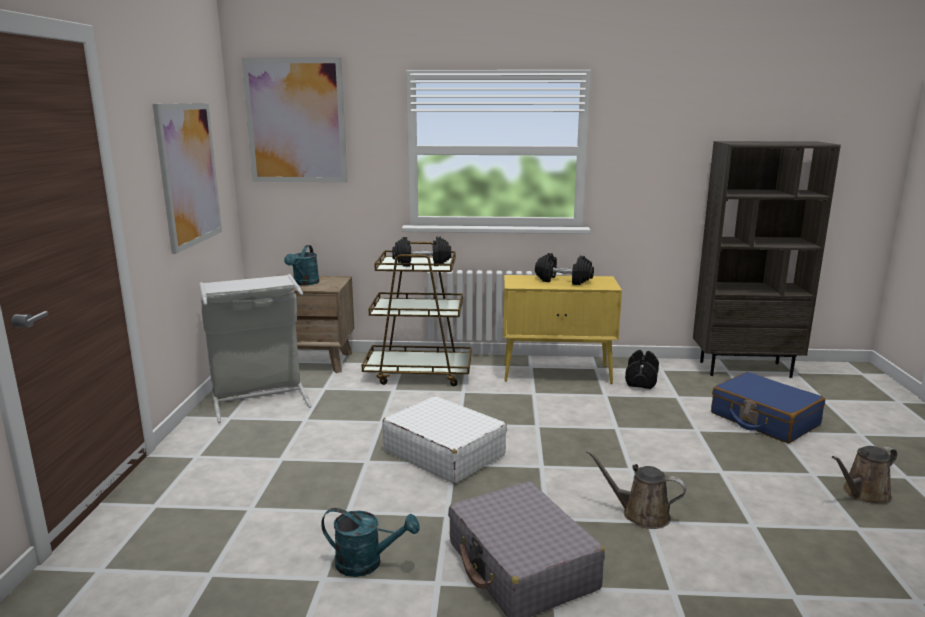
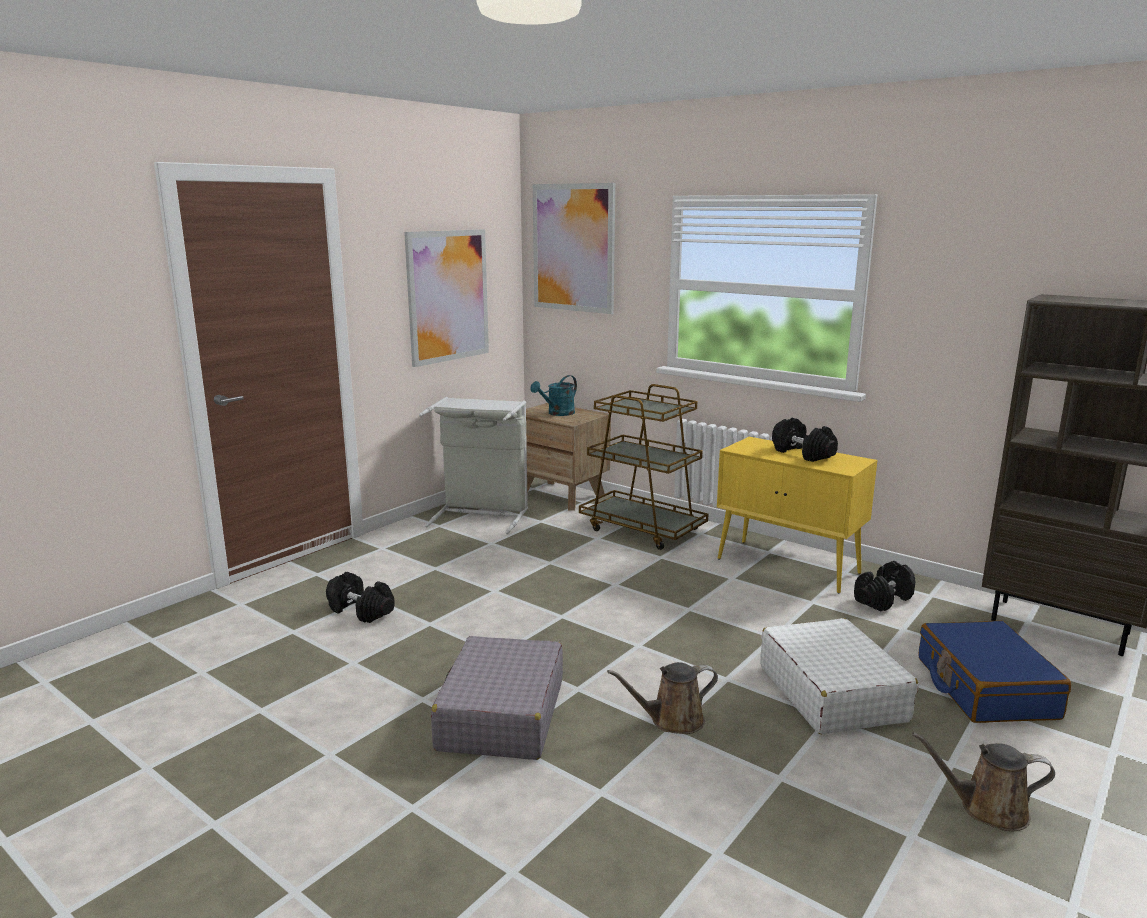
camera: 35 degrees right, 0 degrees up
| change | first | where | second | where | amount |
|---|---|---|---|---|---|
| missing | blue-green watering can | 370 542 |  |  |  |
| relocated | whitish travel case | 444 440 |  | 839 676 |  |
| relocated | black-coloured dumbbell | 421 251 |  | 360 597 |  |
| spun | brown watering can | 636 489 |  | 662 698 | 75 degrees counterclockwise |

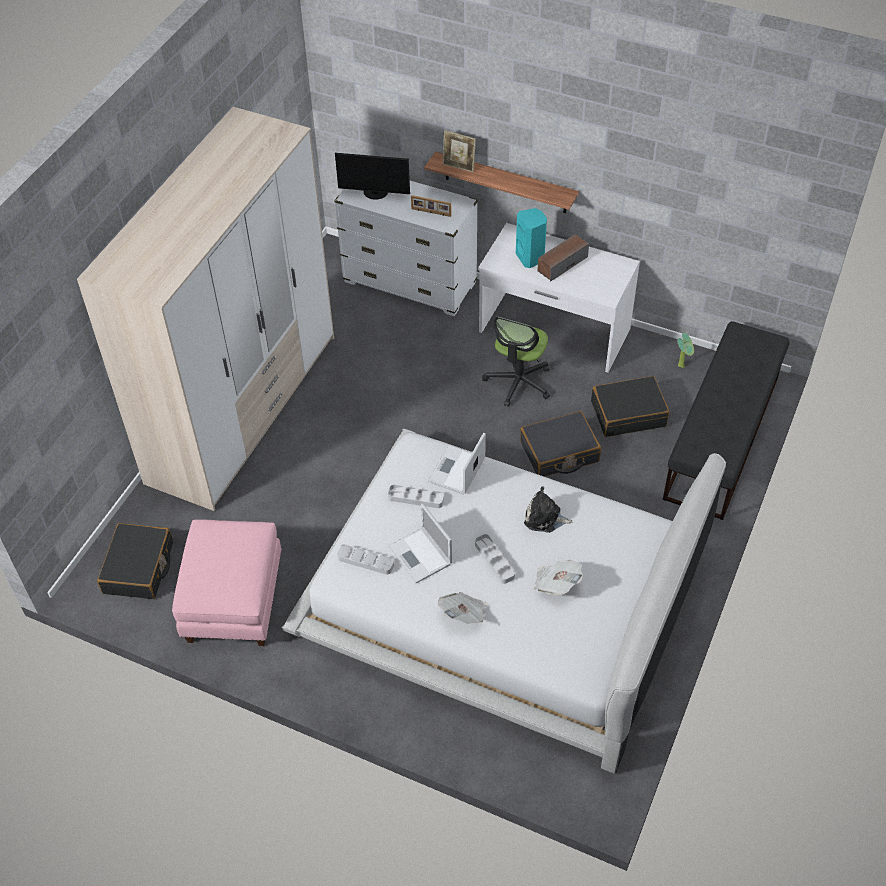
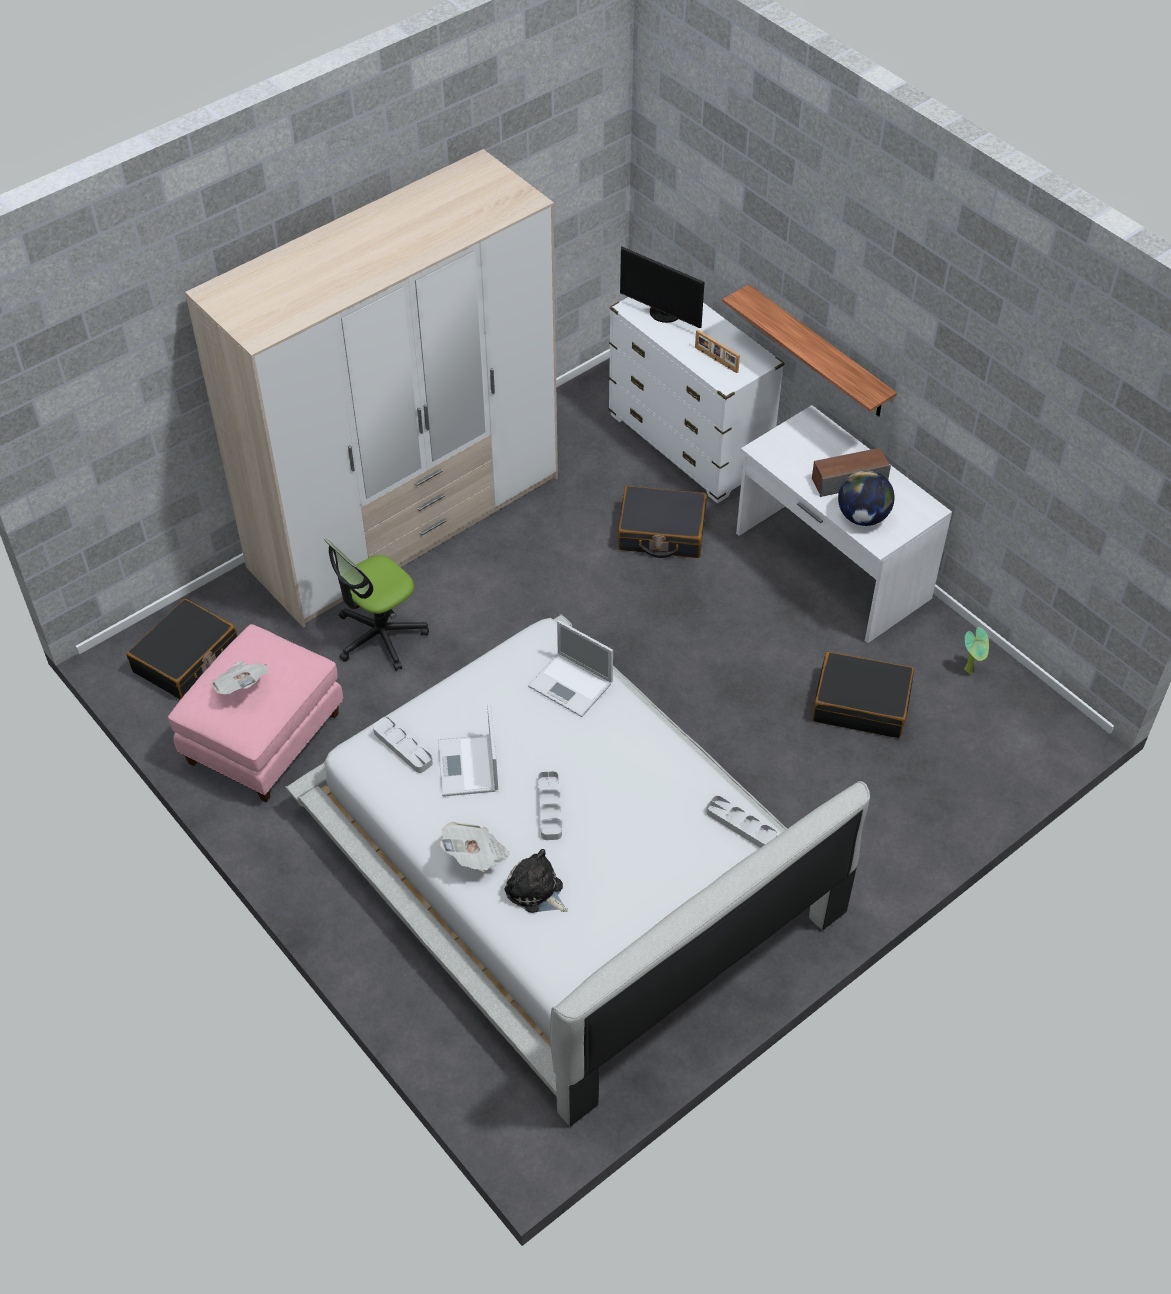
camera: 25 degrees right, 0 degrees up
| change | first | where | second | where | amount |
|---|---|---|---|---|---|
| missing | photo frame | 459 151 |  |  |  |
| missing | blue-green loudspeaker | 531 238 |  |  |  |
| missing | black-coloured long seat | 726 420 |  |  |  |
| appeared |  |  | globe | 866 498 |  |
| relocated | gray carrying tray | 416 496 |  | 741 822 |  |
| relocated | office chair | 516 362 |  | 376 605 |  |
| relocated | black-coloured travel case | 560 444 |  | 662 522 |  |
| relocated | soft toy | 548 509 |  | 536 881 |  |
| relocated | printed paper | 558 578 |  | 239 677 |  |
| spun | notebook computer | 457 463 |  | 570 668 | 105 degrees counterclockwise |

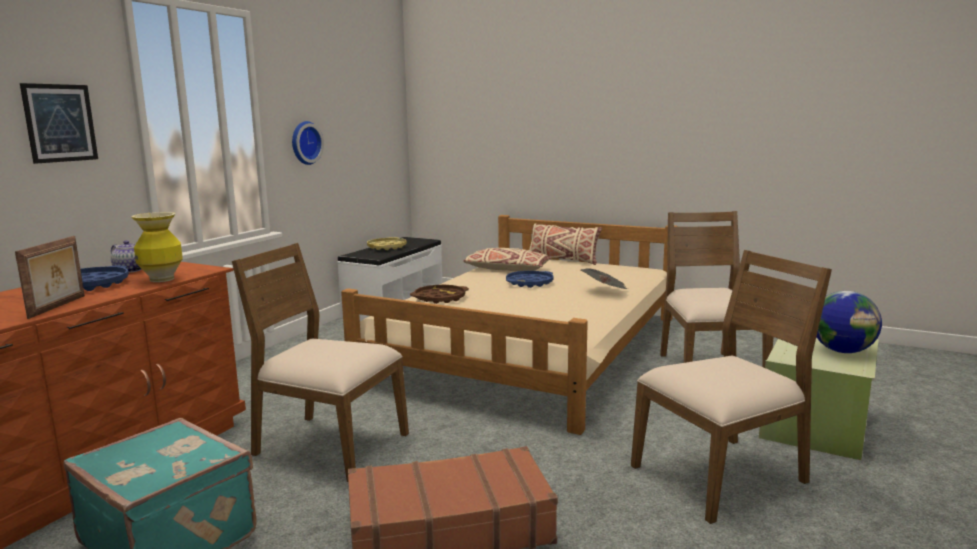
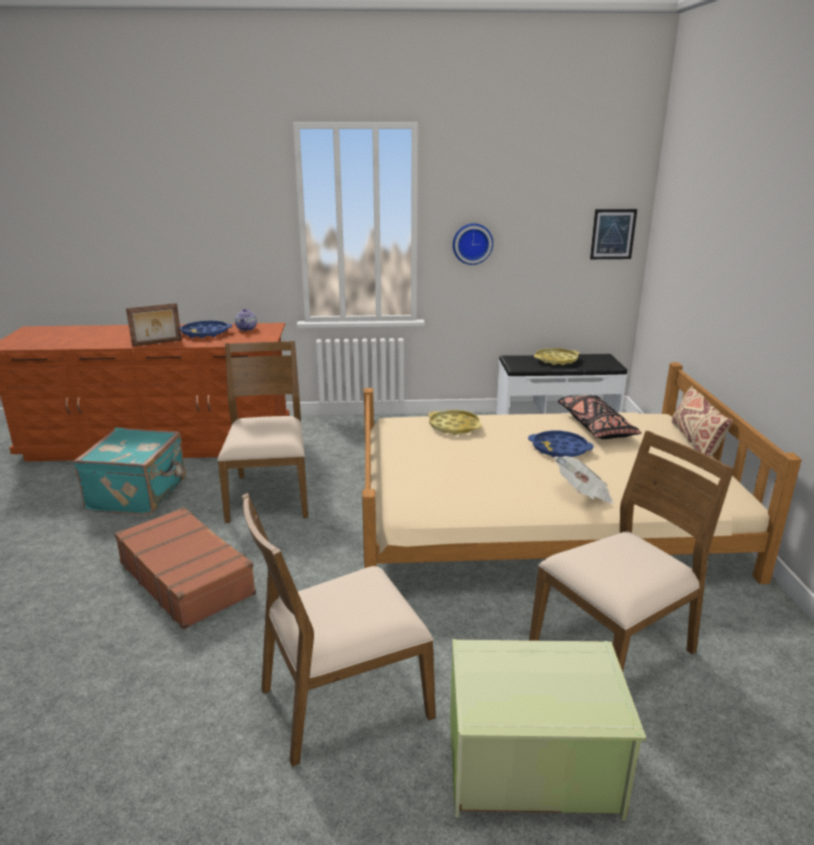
camera: 60 degrees right, 10 degrees up
| change | first | where | second | where | amount |
|---|---|---|---|---|---|
| missing | flower vase | 157 247 |  |  |  |
| missing | globe | 849 322 |  |  |  |
| relocated | wall picture | 59 123 |  | 613 234 |  |
| colour | brown carrying tray | 439 294 | yellowish carrying tray | 455 422 |  |
| colour | sand-coloured cushion | 507 259 | black-coloured cushion | 600 417 |  |
| spun | brown chair | 731 387 |  | 339 630 | 120 degrees clockwise |

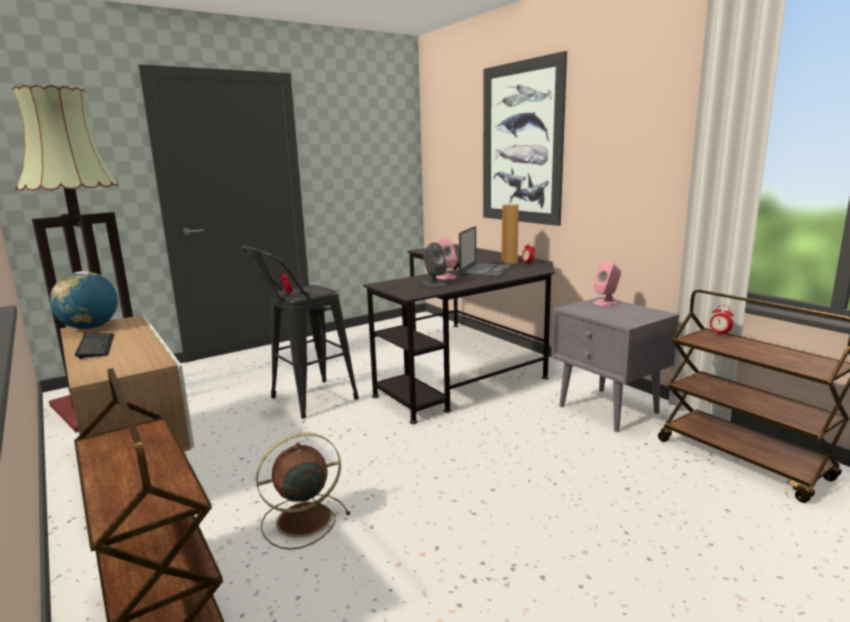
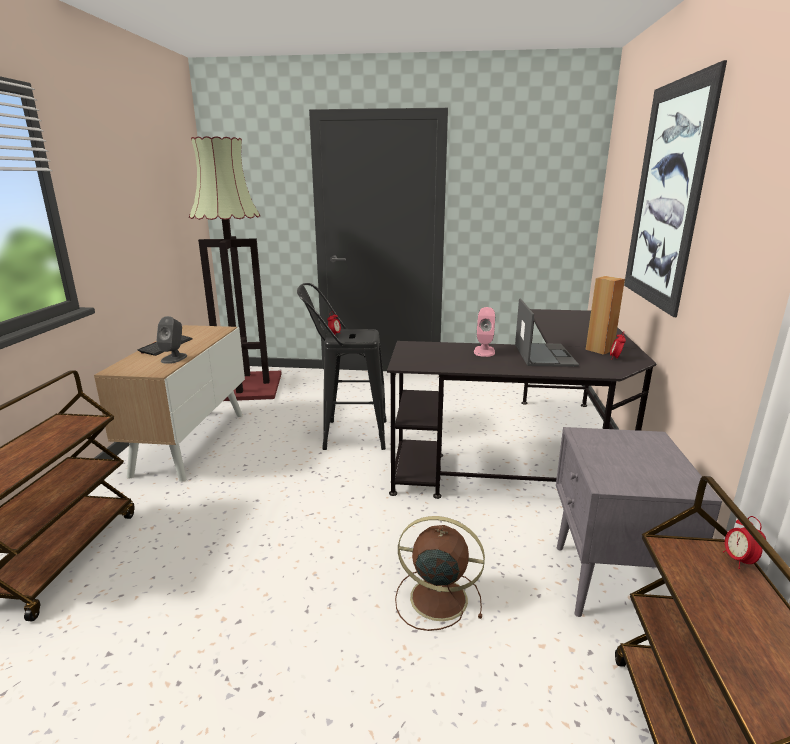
camera: 40 degrees right, 5 degrees up
| change | first | where | second | where | amount |
|---|---|---|---|---|---|
| missing | globe | 84 300 |  |  |  |
| missing | pink loudspeaker | 607 283 |  |  |  |
| relocated | brown fan | 303 491 |  | 440 573 |  |
| relocated | gray loudspeaker | 435 264 |  | 171 340 |  |
| spun | notebook computer | 485 251 |  | 547 333 | 60 degrees counterclockwise |

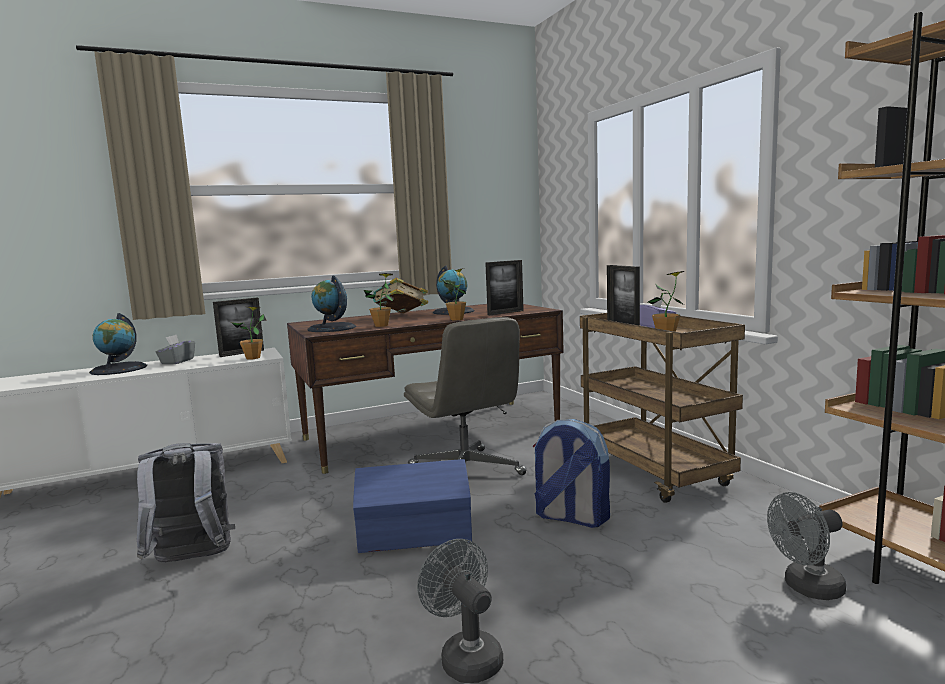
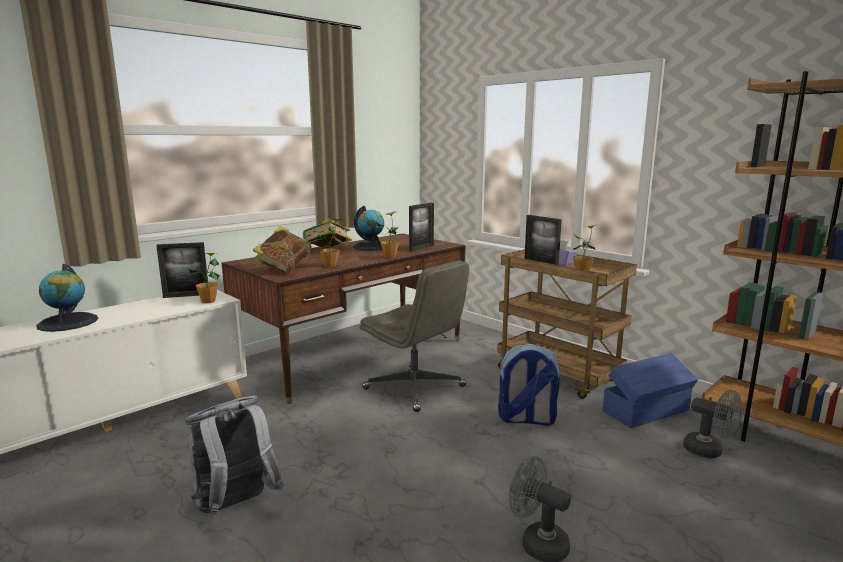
camera: 20 degrees left, 5 degrees up
| change | first | where | second | where | amount |
|---|---|---|---|---|---|
| missing | gray tissue box | 175 349 |  |  |  |
| relocated | bluish storage bin | 412 506 |  | 650 390 |  |
| exchanged | globe | 332 303 | volume | 282 250 |  |
| spun | photo frame | 238 327 |  | 182 270 | 45 degrees clockwise |
| spun | gray fan | 806 546 |  | 712 424 | 105 degrees counterclockwise |

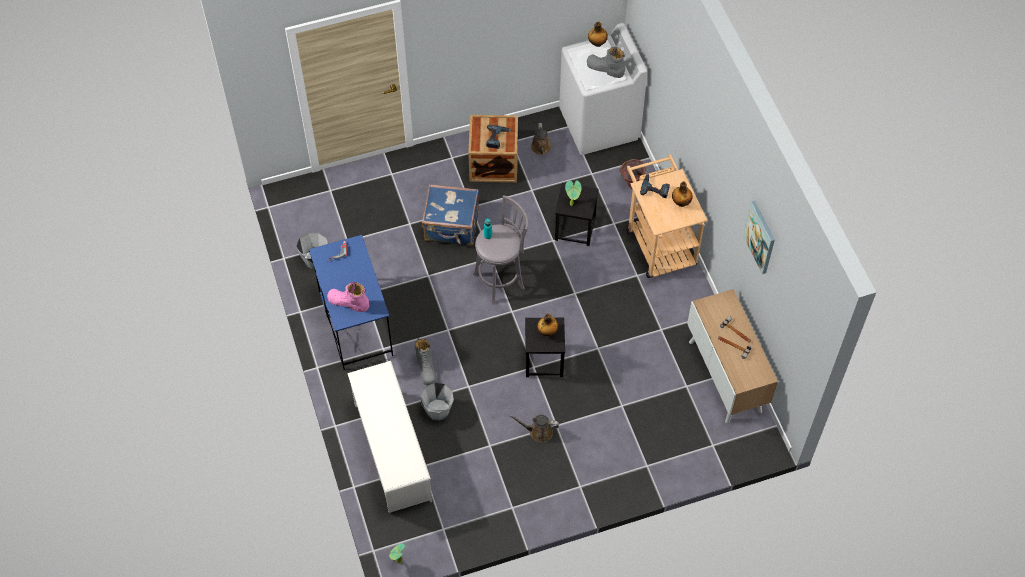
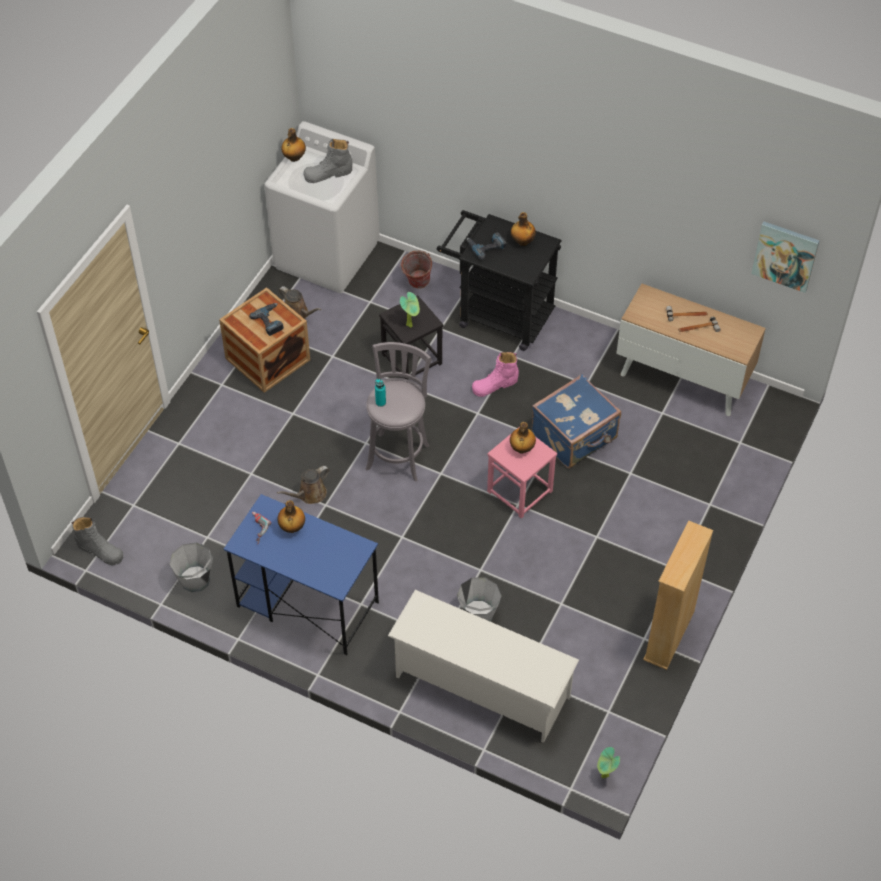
camera: 45 degrees left, 5 degrees down
| change | first | where | second | where | amount |
|---|---|---|---|---|---|
| appeared |  |  | bottle | 291 516 |  |
| appeared |  |  | sand-coloured bookshelf | 678 595 |  |
| relocated | pink tall boot | 348 297 |  | 495 374 |  |
| relocated | gray tall boot | 425 362 |  | 97 541 |  |
| relocated | bluish travel case | 450 215 |  | 576 421 |  |
| relocated | brown watering can | 534 428 |  | 303 485 |  |
| relocated | wall picture | 759 237 |  | 785 257 |  |
| colour | black-coloured sitting stool | 545 347 | pink sitting stool | 522 473 |  |
| colour | sand-coloured trolley | 667 216 | black-coloured trolley | 499 280 |  |

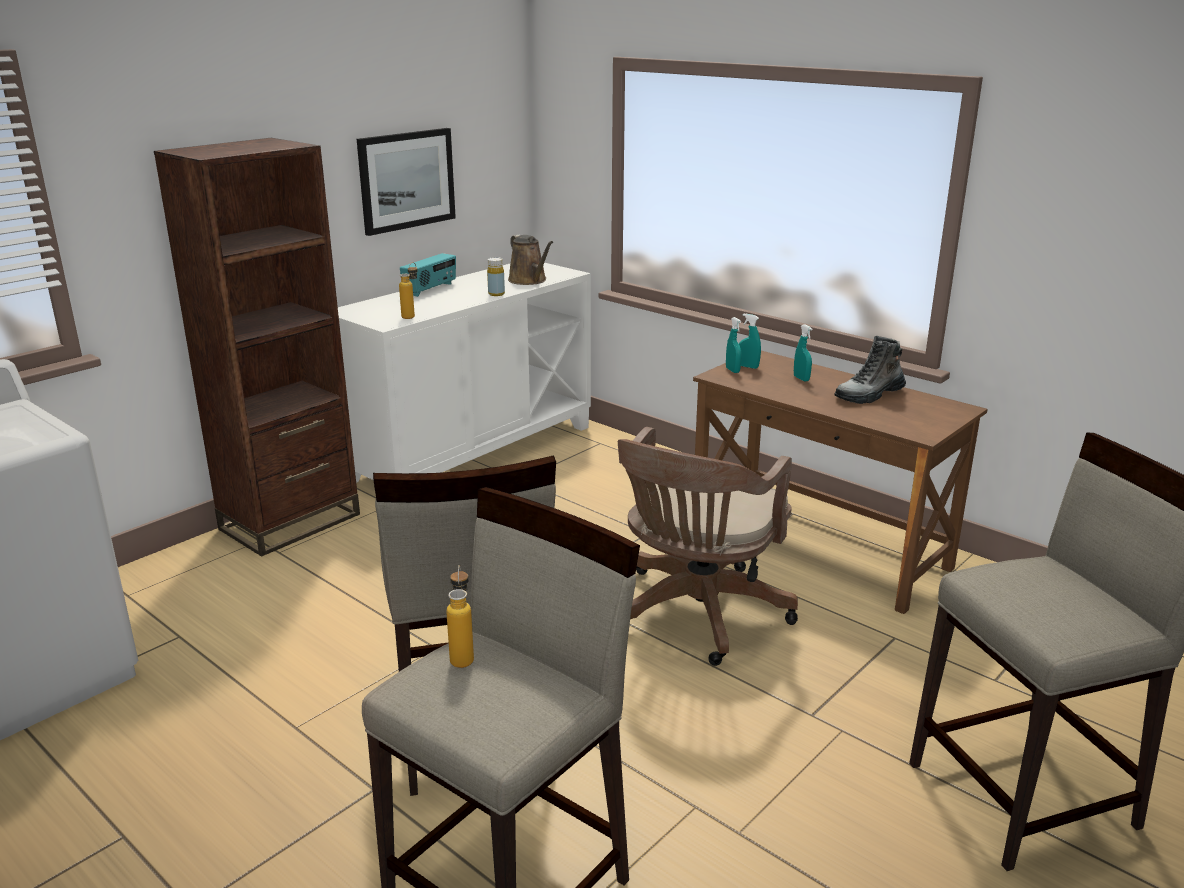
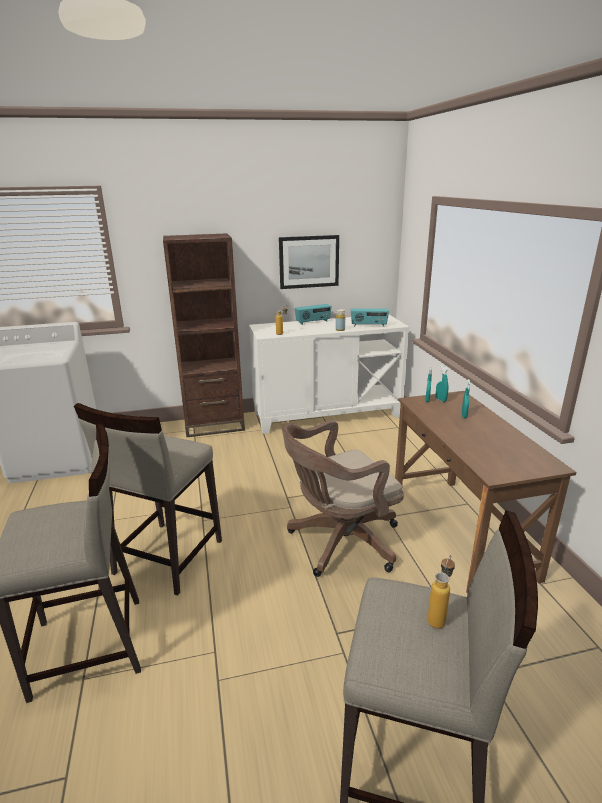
camera: 35 degrees right, 0 degrees up
| change | first | where | second | where | amount |
|---|---|---|---|---|---|
| missing | tall boot | 870 370 |  |  |  |
| relocated | bottle | 460 616 |  | 441 591 |  |
| exchanged | brown watering can | 530 259 | radio receiver | 370 317 |  |

